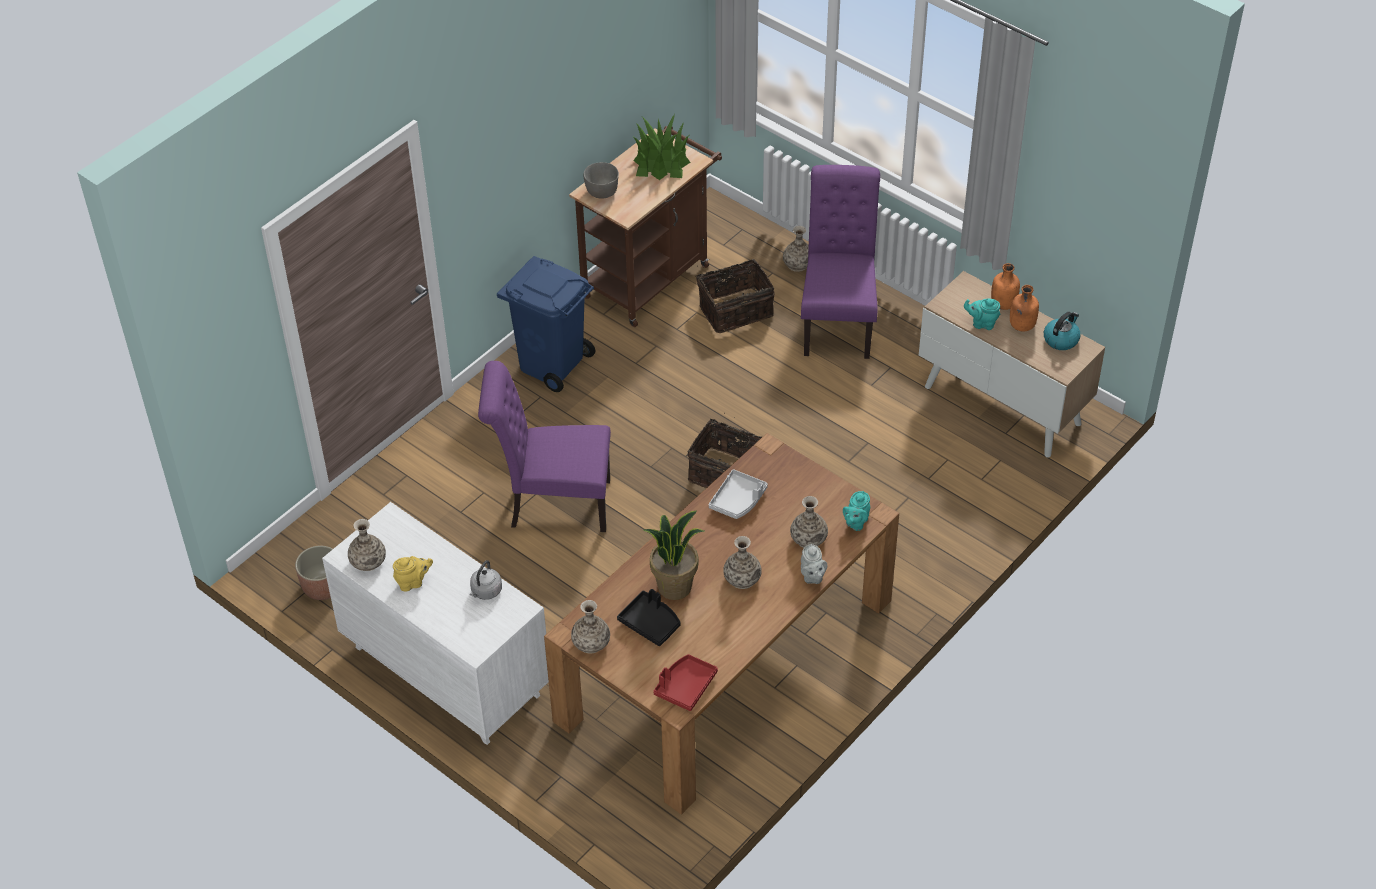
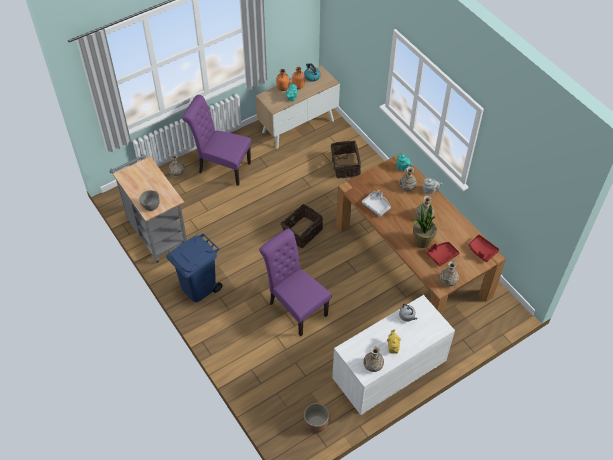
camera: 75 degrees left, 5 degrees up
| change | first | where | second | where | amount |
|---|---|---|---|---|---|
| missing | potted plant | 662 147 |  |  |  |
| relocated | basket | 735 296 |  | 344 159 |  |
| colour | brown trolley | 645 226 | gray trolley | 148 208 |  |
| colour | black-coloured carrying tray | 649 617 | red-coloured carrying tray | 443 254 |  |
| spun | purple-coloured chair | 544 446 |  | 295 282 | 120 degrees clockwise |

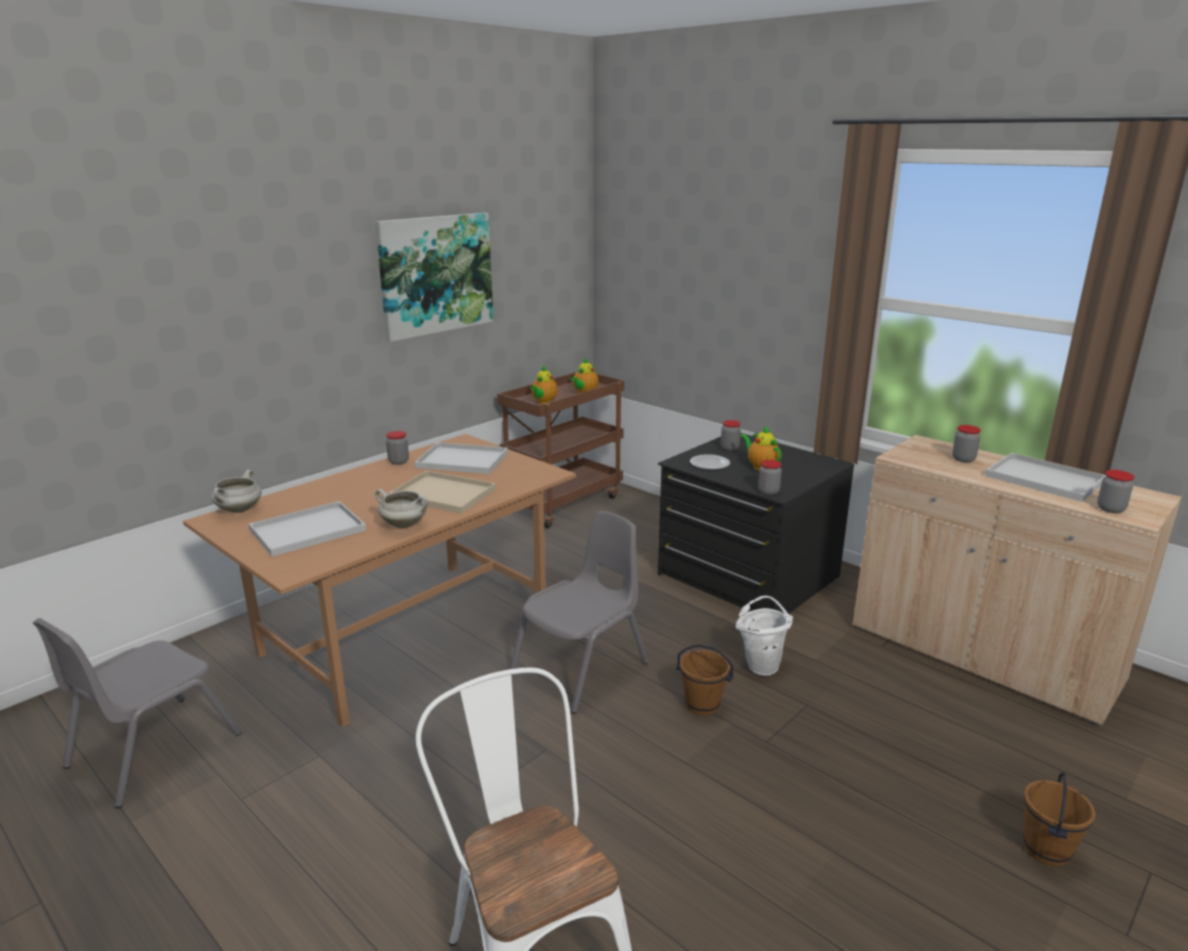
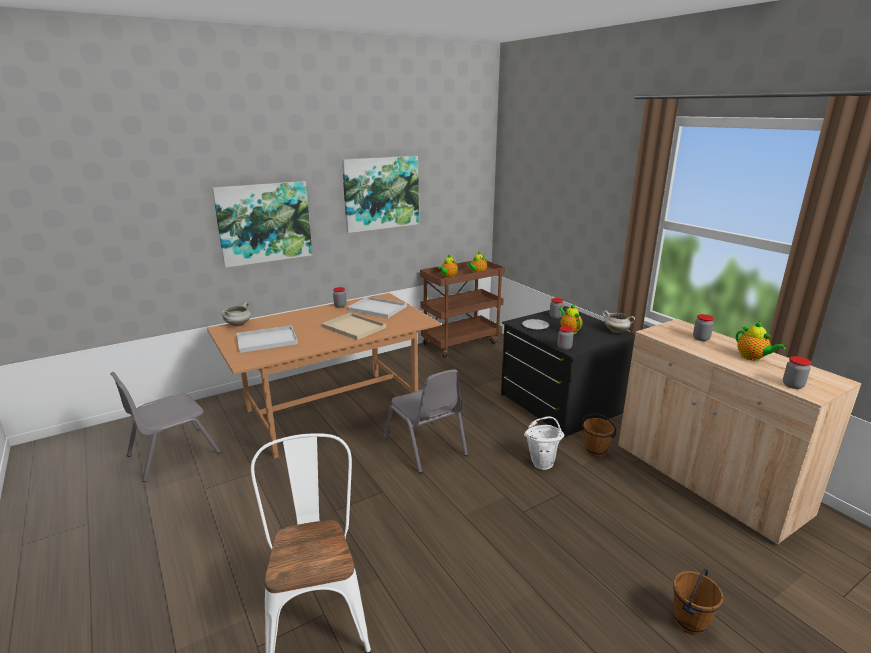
camera: 15 degrees right, 0 degrees up
| change | first | where | second | where | amount |
|---|---|---|---|---|---|
| appeared |  |  | wall picture | 262 224 |  |
| relocated | whitish saucepot | 401 508 |  | 618 321 |  |
| relocated | brown bucket | 704 679 |  | 599 435 |  |
| exchanged | whitish carrying tray | 1045 477 | tea pot | 760 341 |  |
| spun | gray chair | 579 612 |  | 426 421 | 90 degrees clockwise |

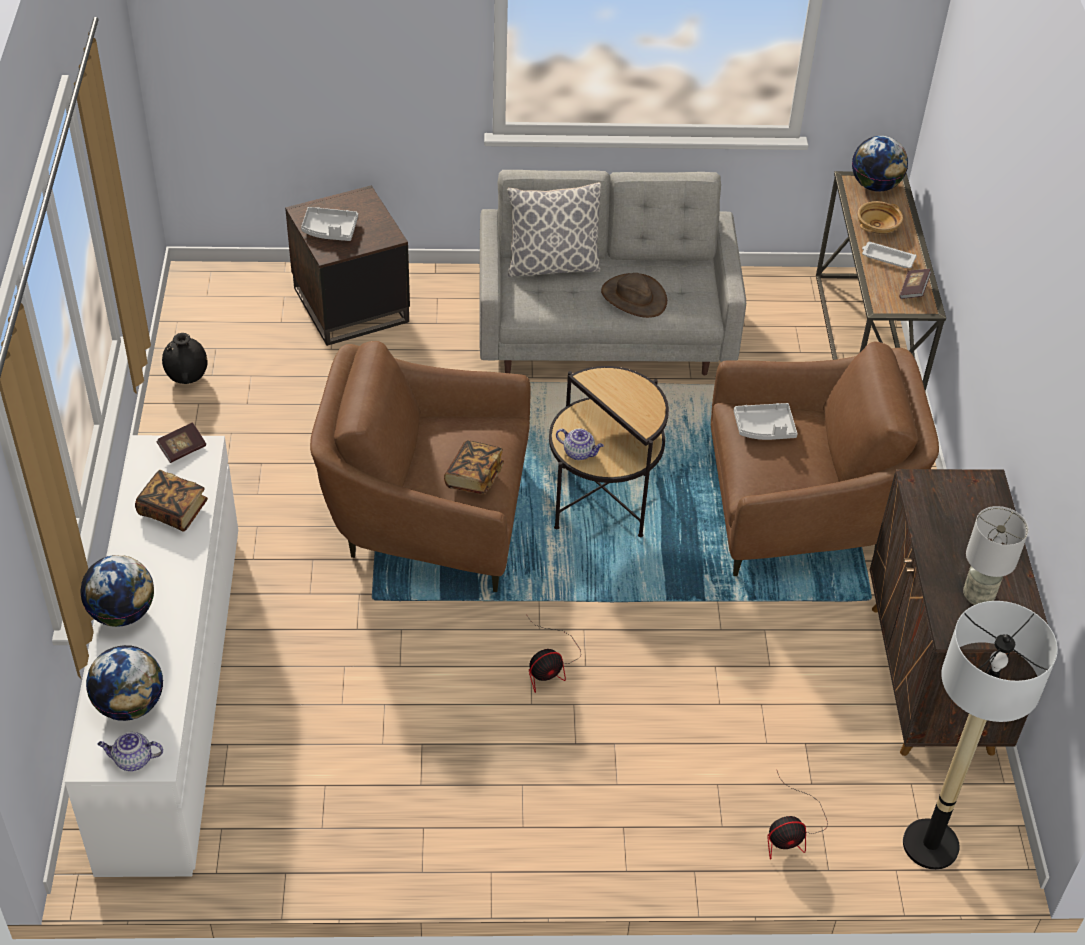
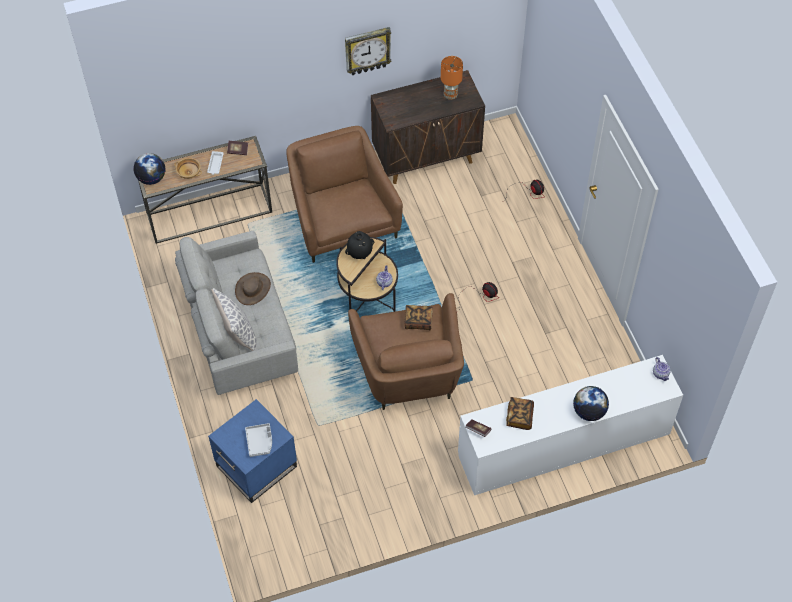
camera: 105 degrees left, 10 degrees up
| change | first | where | second | where | amount |
|---|---|---|---|---|---|
| missing | globe | 124 683 |  |  |  |
| missing | gray carrying tray | 766 421 |  |  |  |
| missing | standing lamp | 980 735 |  |  |  |
| appeared |  |  | hanging clock | 368 51 |  |
| relocated | black-coloured flower vase | 184 358 |  | 359 245 |  |
| colour | brown side table | 347 266 | bluish side table | 252 451 |  |
| colour | gray table lamp | 996 555 | orangey table lamp | 452 78 |  |

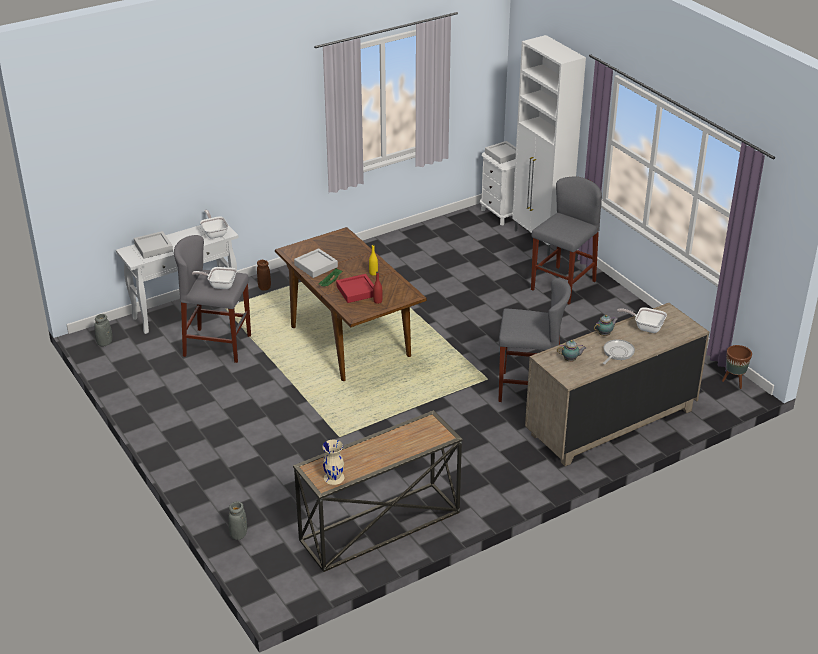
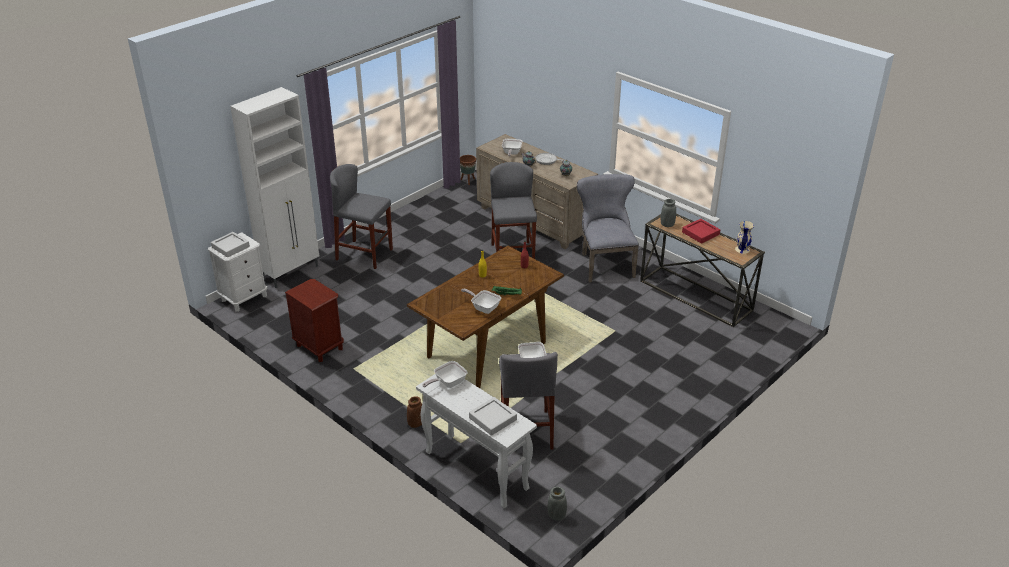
camera: 105 degrees left, 0 degrees up
| change | first | where | second | where | amount |
|---|---|---|---|---|---|
| appeared |  |  | brown nightstand | 314 320 |  |
| appeared |  |  | gray chair | 608 228 |  |
| relocated | gray flower vase | 238 521 |  | 668 213 |  |
| relocated | red-coloured carrying tray | 355 288 |  | 701 231 |  |
| exchanged | gray carrying tray | 316 263 | frying pan | 481 301 |  |

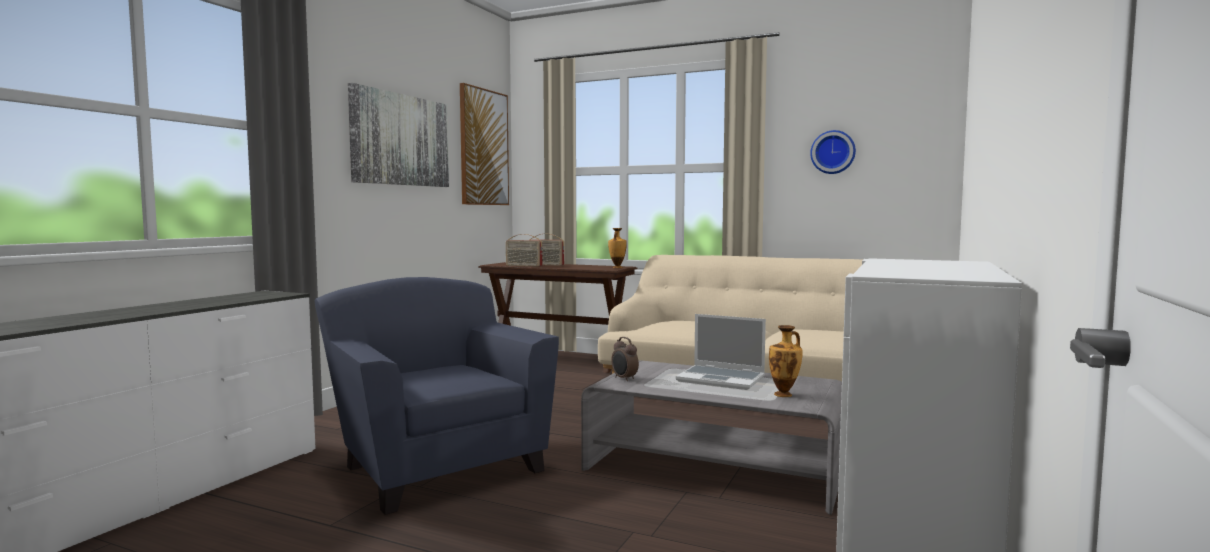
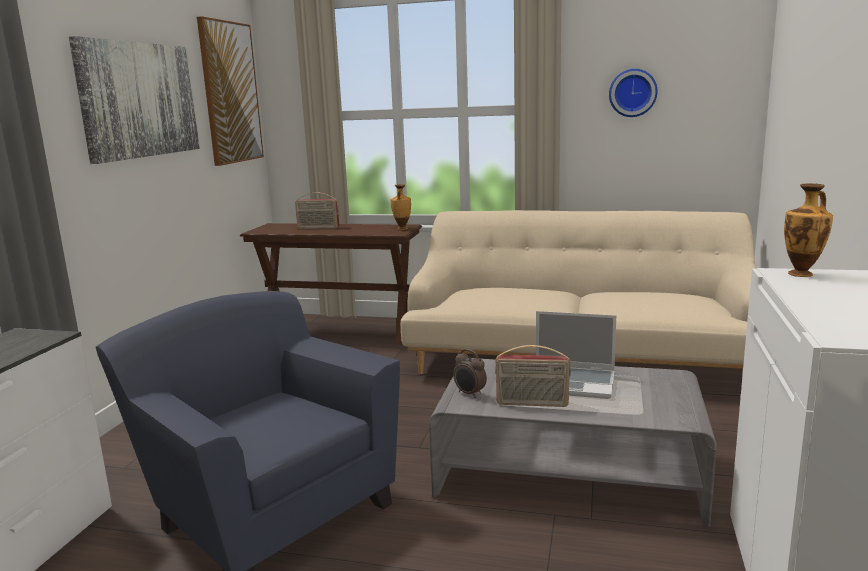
camera: 10 degrees left, 10 degrees up
| change | first | where | second | where | amount |
|---|---|---|---|---|---|
| relocated | radio receiver | 524 250 |  | 533 376 |  |
| relocated | flower vase | 786 361 |  | 808 230 |  |

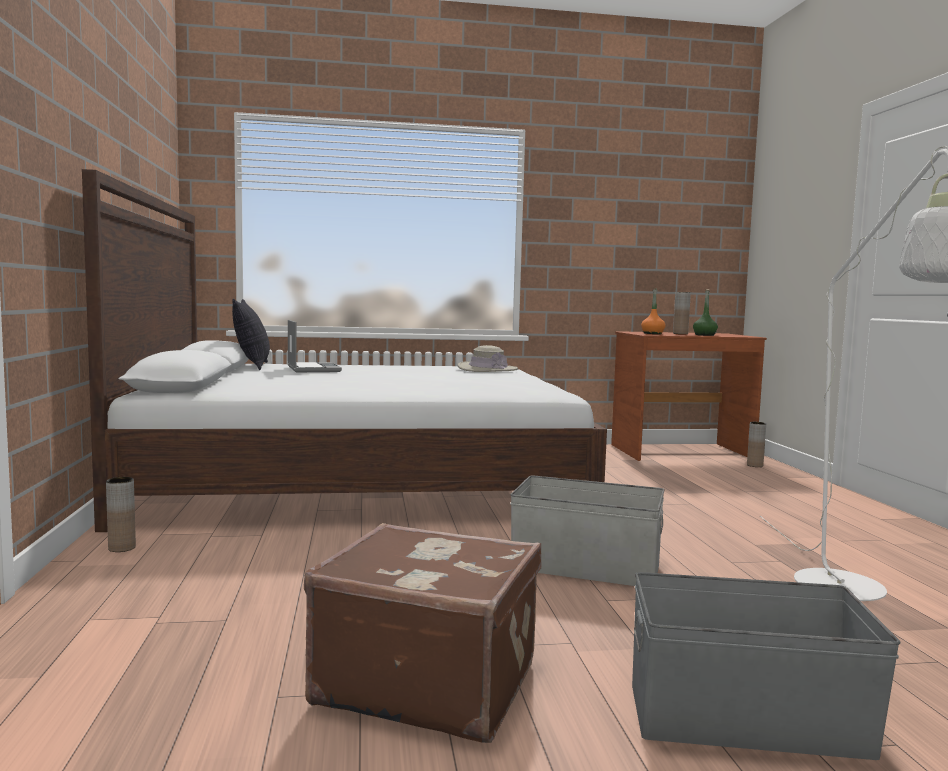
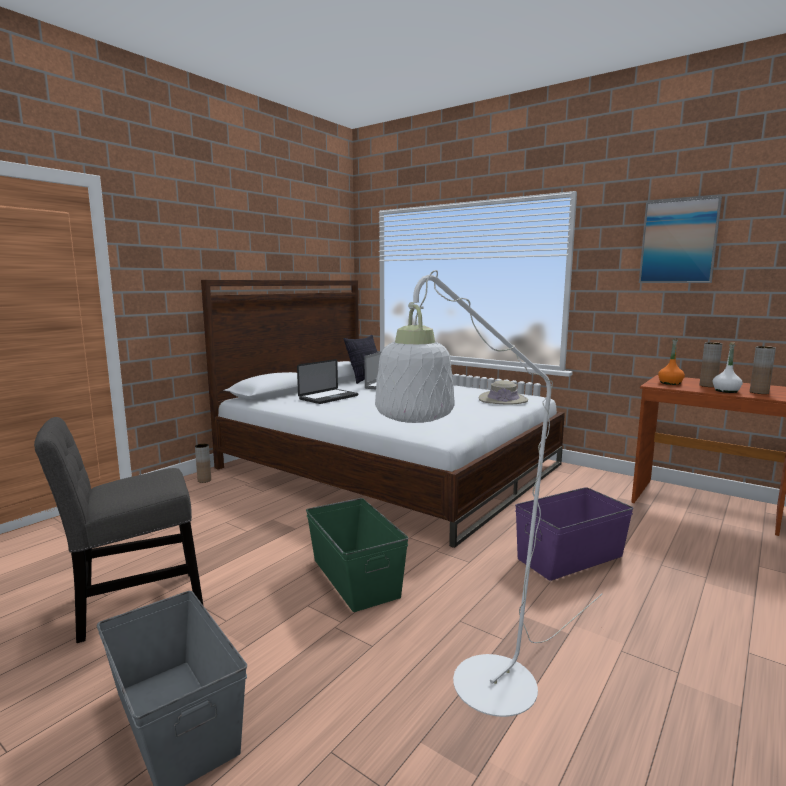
camera: 45 degrees right, 5 degrees up
| change | first | where | second | where | amount |
|---|---|---|---|---|---|
| appeared |  |  | notebook computer | 327 381 |  |
| appeared |  |  | purple-coloured storage bin | 574 534 |  |
| appeared |  |  | wall picture | 680 239 |  |
| relocated | brown flower vase | 756 444 |  | 763 370 |  |
| exchanged | brown travel case | 423 633 | gray chair | 119 530 |  |
| colour | gray storage bin | 587 530 | green-coloured storage bin | 357 555 |  |
| colour | green-coloured bottle | 705 312 | whitish bottle | 728 367 |  |

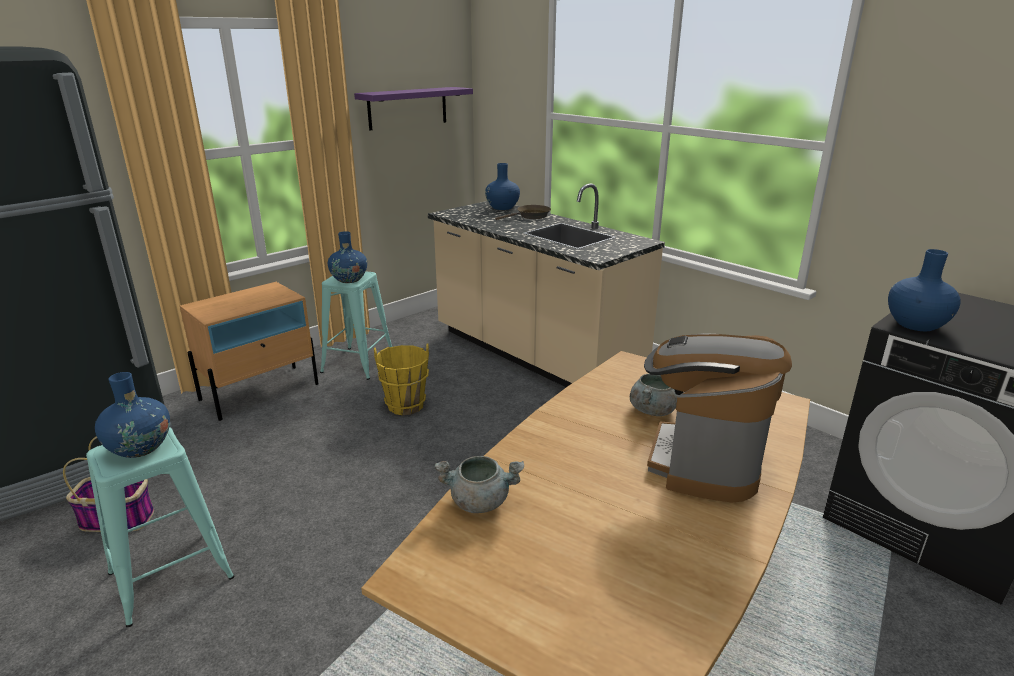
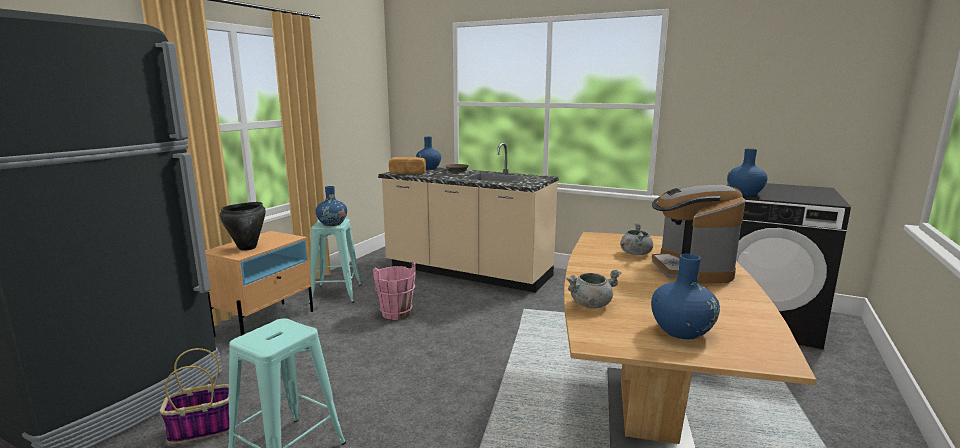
camera: 20 degrees left, 10 degrees down
| change | first | where | second | where | amount |
|---|---|---|---|---|---|
| missing | purple-coloured bracket shelf | 413 109 |  |  |  |
| appeared |  |  | black-coloured saucepot | 242 226 |  |
| appeared |  |  | bread | 407 165 |  |
| relocated | bluish flower vase | 132 415 |  | 685 296 |  |
| colour | yellowish bucket | 401 379 | pink bucket | 394 290 |  |

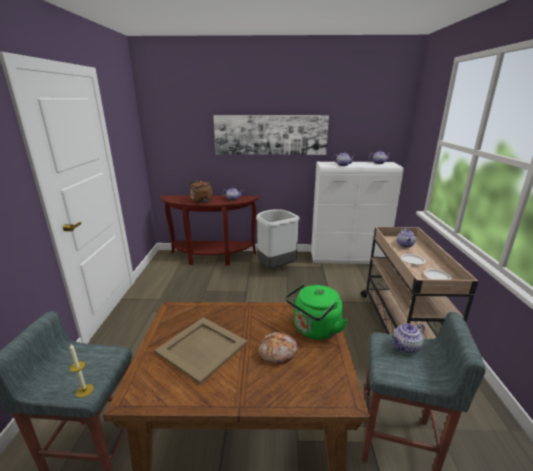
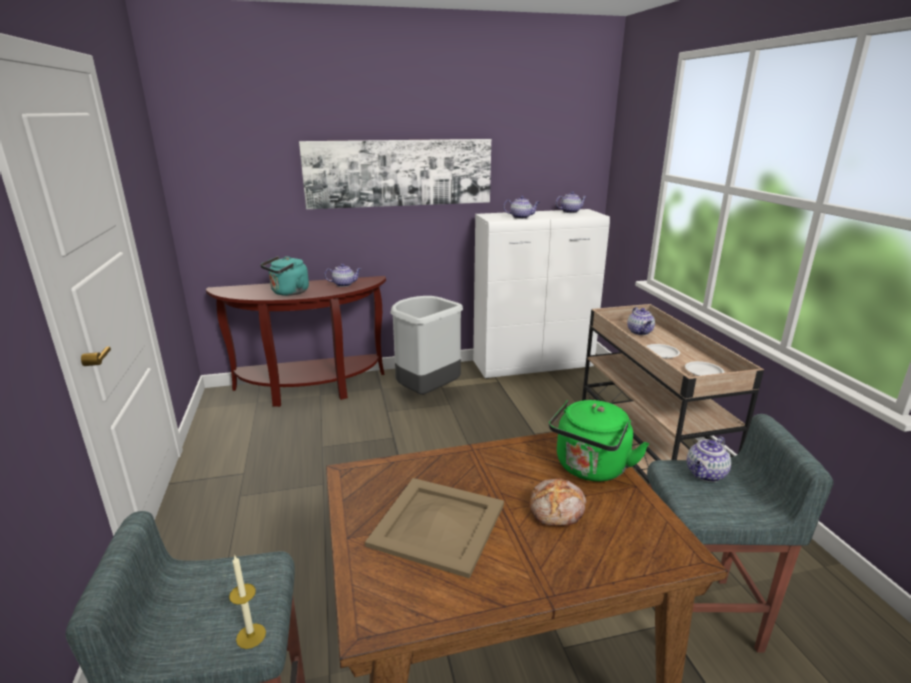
camera: 15 degrees left, 0 degrees up
| change | first | where | second | where | amount |
|---|---|---|---|---|---|
| colour | brown tea kettle | 199 191 | blue-green tea kettle | 284 276 |  |

